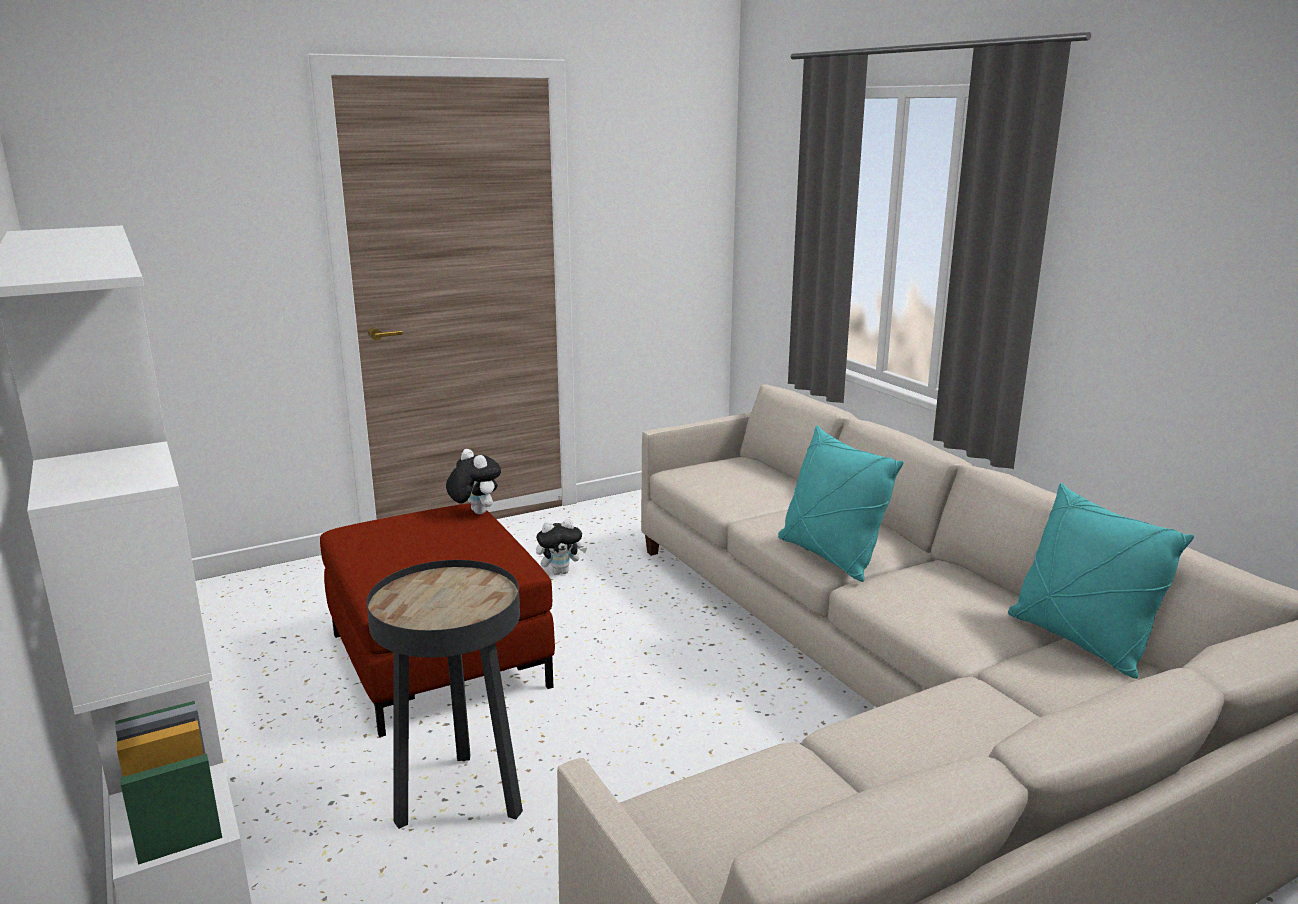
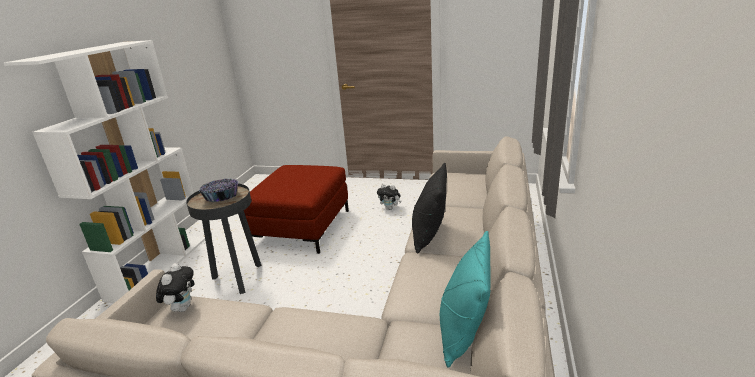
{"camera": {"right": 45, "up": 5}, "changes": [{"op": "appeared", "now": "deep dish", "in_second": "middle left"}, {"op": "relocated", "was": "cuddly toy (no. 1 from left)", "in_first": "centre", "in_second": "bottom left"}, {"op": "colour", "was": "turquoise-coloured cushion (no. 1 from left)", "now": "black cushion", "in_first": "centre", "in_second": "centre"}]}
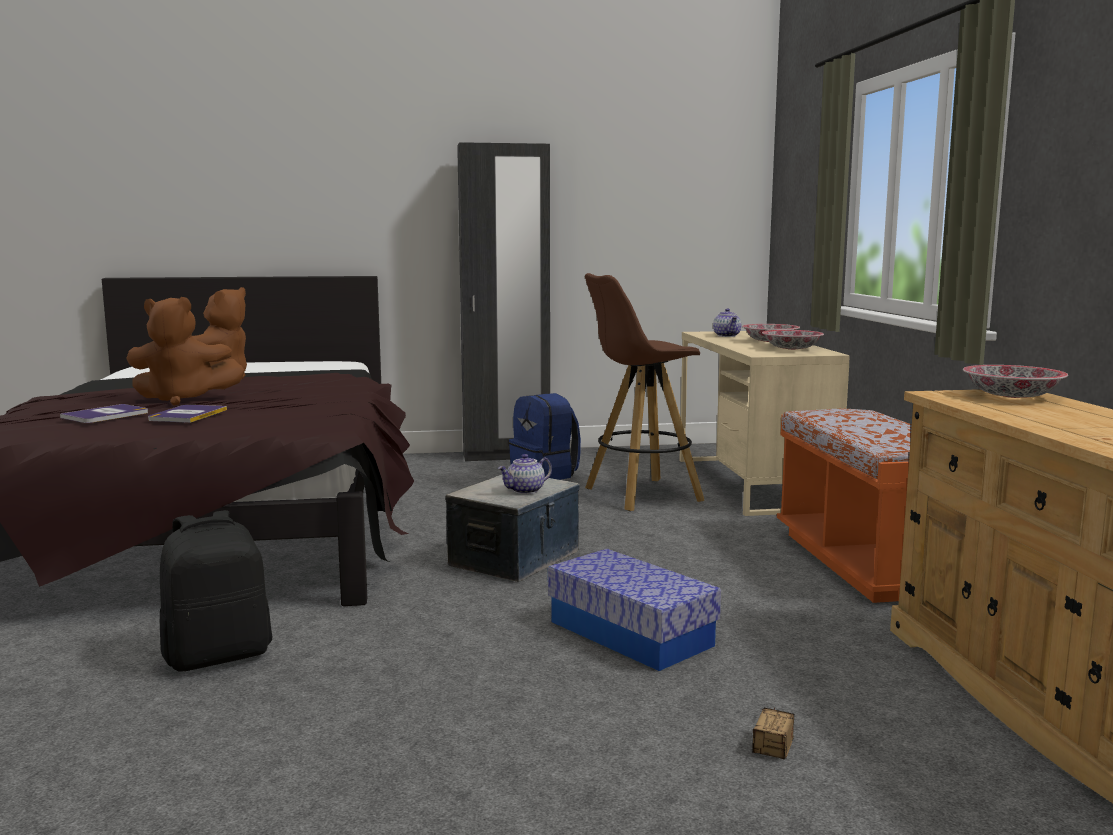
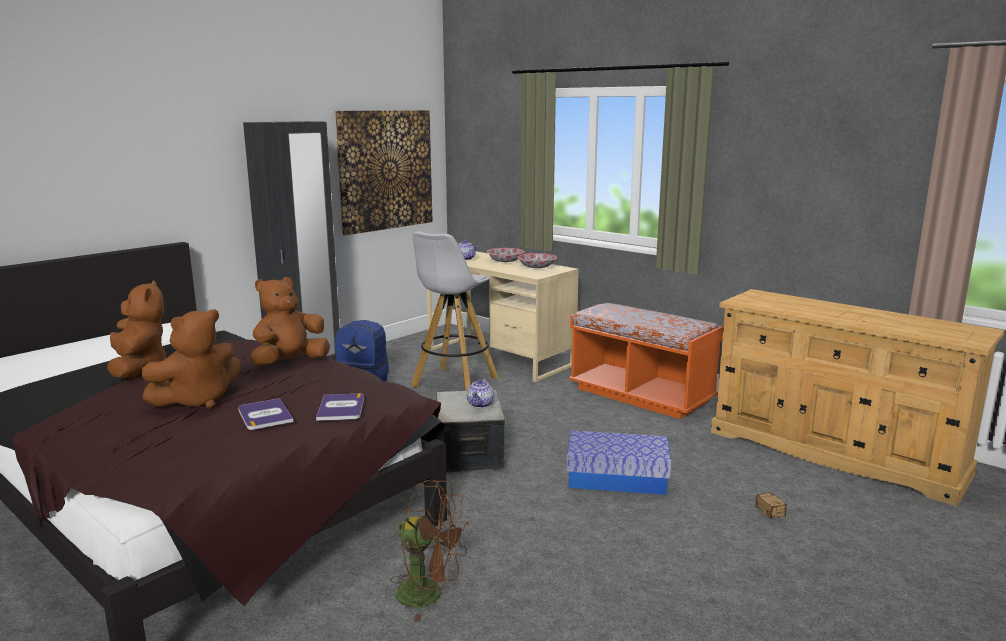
{"camera": {"right": -40, "up": 5}, "changes": [{"op": "missing", "was": "deep dish (no. 3 from left)", "in_first": "middle right"}, {"op": "appeared", "now": "brownish cuddly toy (no. 3 from left)", "in_second": "middle left"}, {"op": "appeared", "now": "picture", "in_second": "top centre"}, {"op": "relocated", "was": "volume (no. 1 from left in the first image)", "now": "volume (no. 2 from left)", "in_first": "middle left", "in_second": "centre"}, {"op": "exchanged", "was": "black rucksack", "now": "brownish cooling fan", "in_first": "bottom left", "in_second": "bottom centre"}, {"op": "colour", "was": "brownish stool seat", "now": "whitish stool seat", "in_first": "centre", "in_second": "centre"}]}
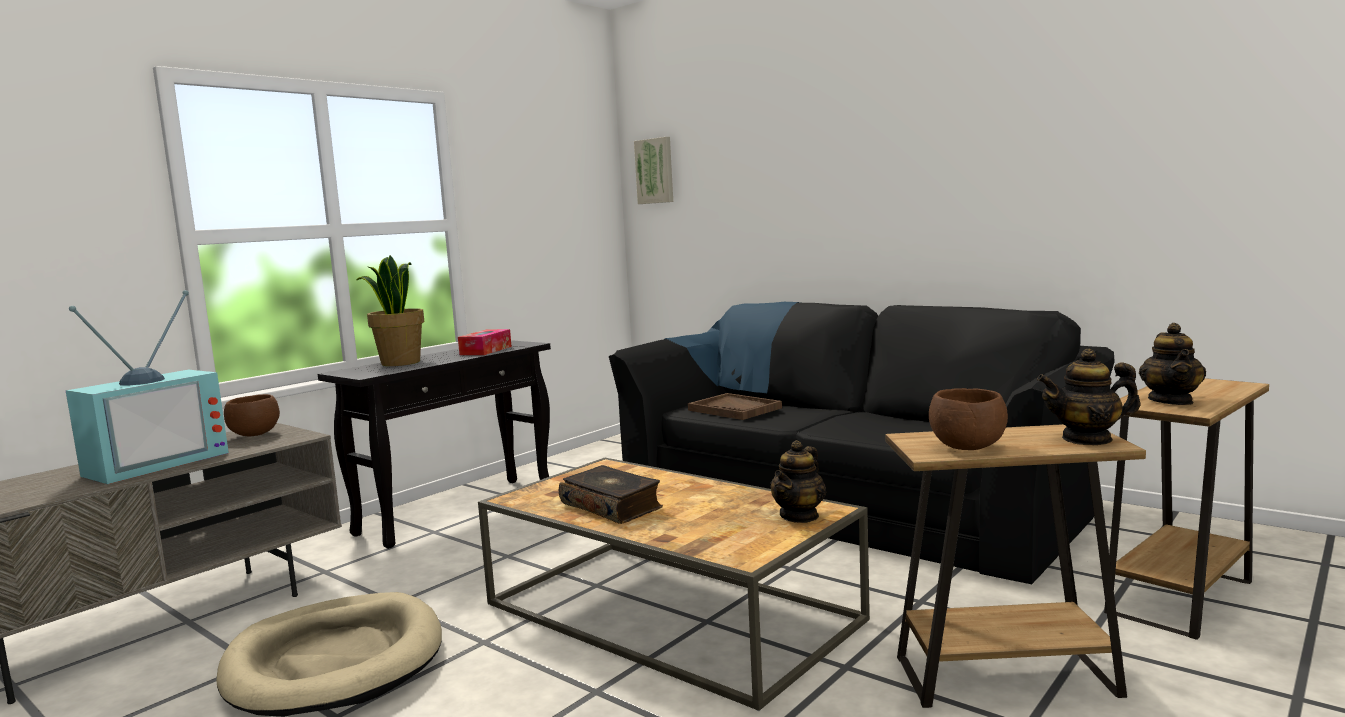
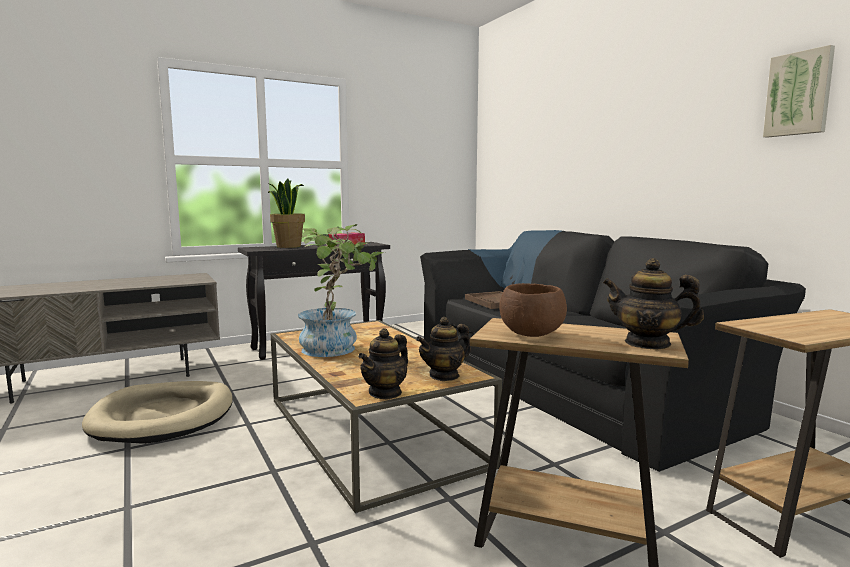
{"camera": {"right": 20, "up": 0}, "changes": [{"op": "missing", "was": "TV set", "in_first": "middle left"}, {"op": "missing", "was": "brownish deep dish (no. 1 from left)", "in_first": "middle left"}, {"op": "relocated", "was": "picture", "in_first": "top centre", "in_second": "top right"}, {"op": "relocated", "was": "teapot (no. 3 from left in the first image)", "now": "teapot (no. 1 from left)", "in_first": "middle right", "in_second": "centre"}, {"op": "exchanged", "was": "volume", "now": "potted plant (no. 2 from left)", "in_first": "bottom centre", "in_second": "centre"}]}
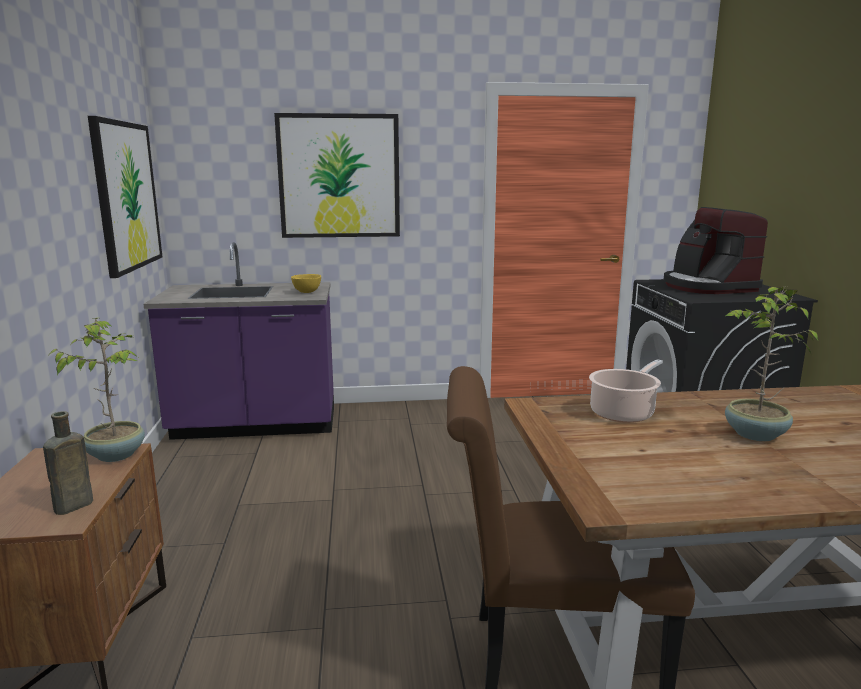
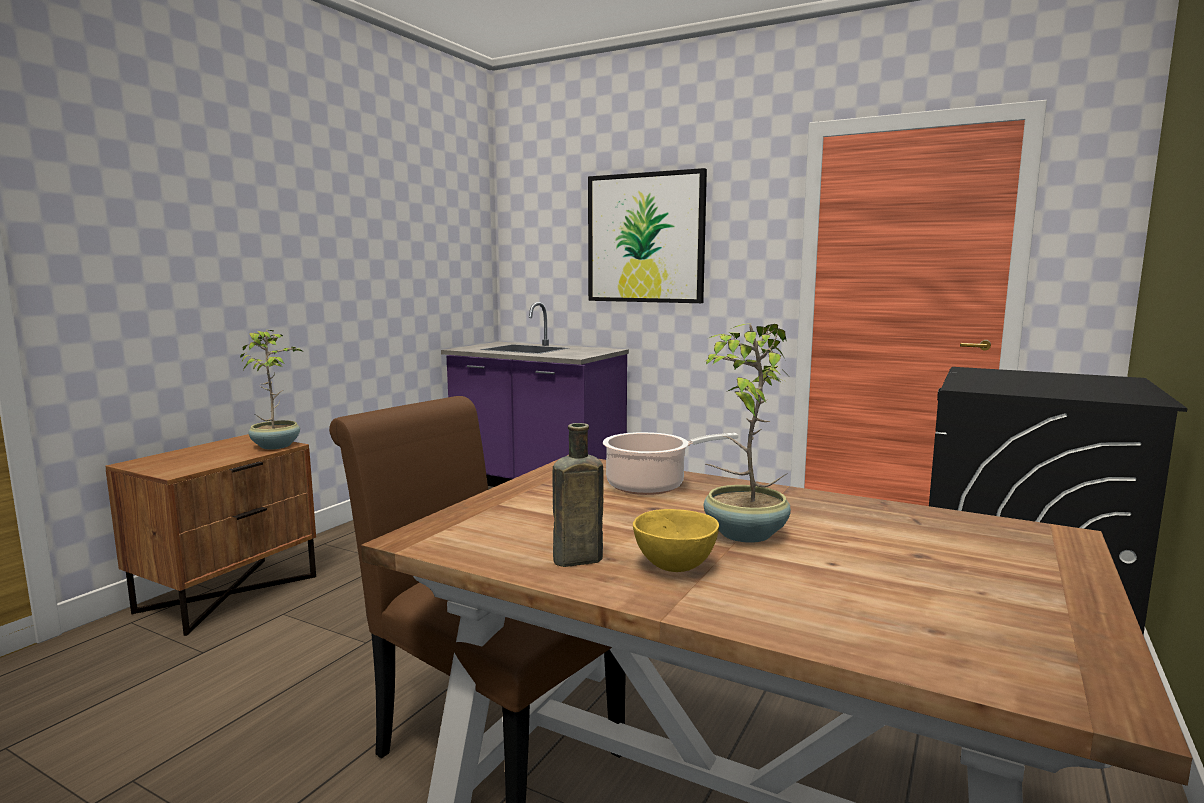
{"camera": {"right": 35, "up": -5}, "changes": [{"op": "missing", "was": "picture (no. 1 from left)", "in_first": "top left"}, {"op": "missing", "was": "coffee maker", "in_first": "middle right"}, {"op": "relocated", "was": "brownish drink bottle", "in_first": "bottom left", "in_second": "centre"}, {"op": "relocated", "was": "yellowish deep dish", "in_first": "centre", "in_second": "bottom centre"}]}
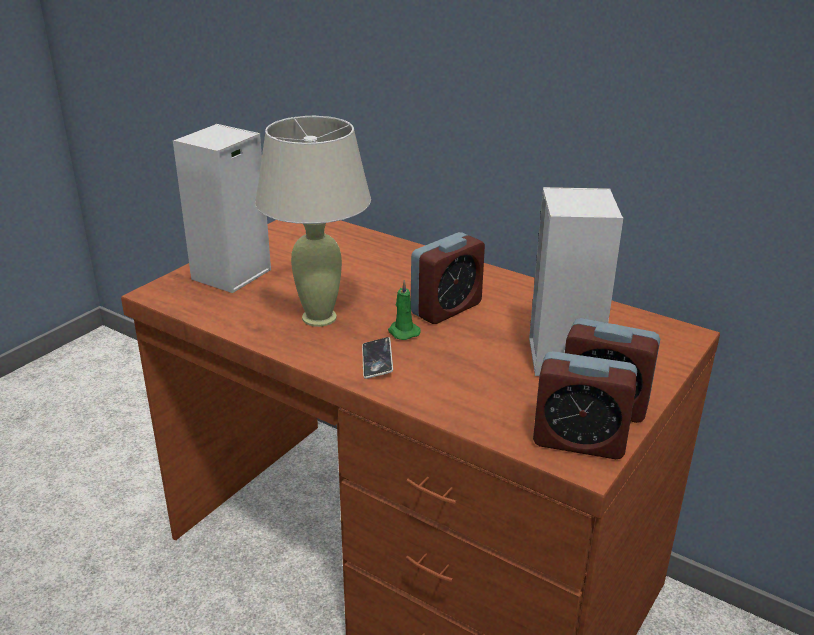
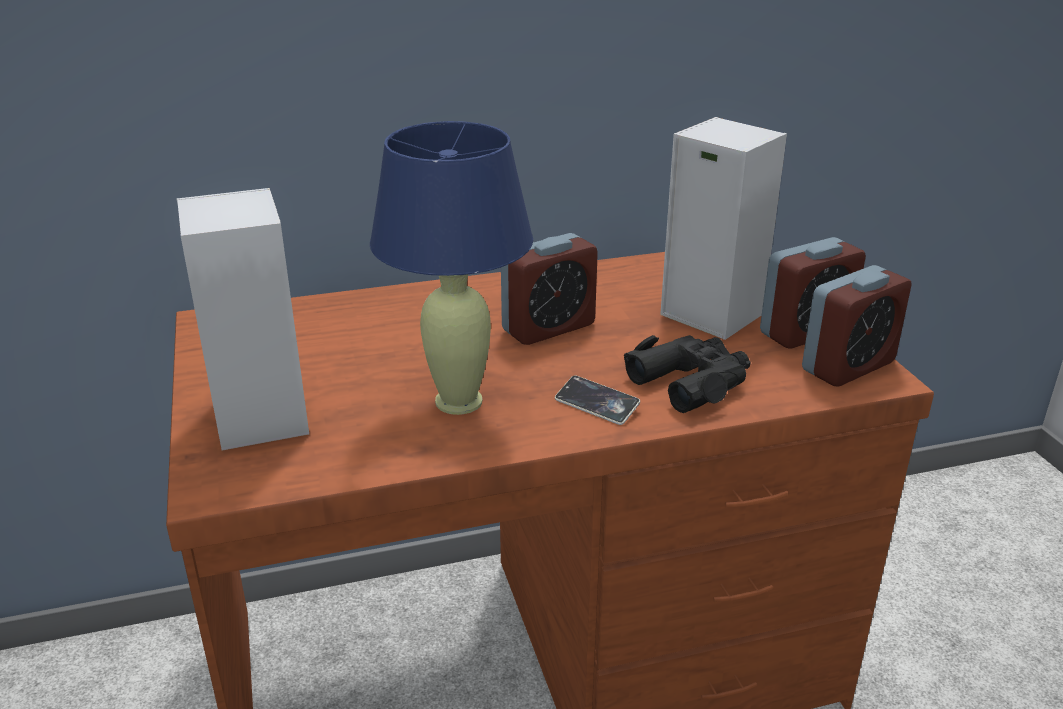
{"camera": {"right": -50, "up": 0}, "changes": [{"op": "missing", "was": "greenish wax light", "in_first": "centre"}, {"op": "appeared", "now": "black pair of binoculars", "in_second": "centre"}, {"op": "colour", "was": "beige-coloured tabletop lamp", "now": "blue tabletop lamp", "in_first": "centre", "in_second": "centre"}, {"op": "spun", "was": "table clock (no. 1 from left)", "in_first": "centre", "in_second": "centre", "clockwise": 60}]}
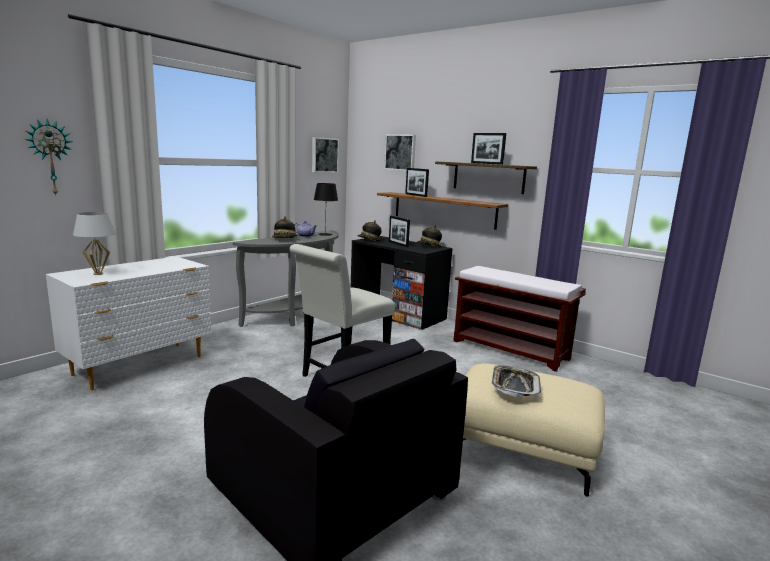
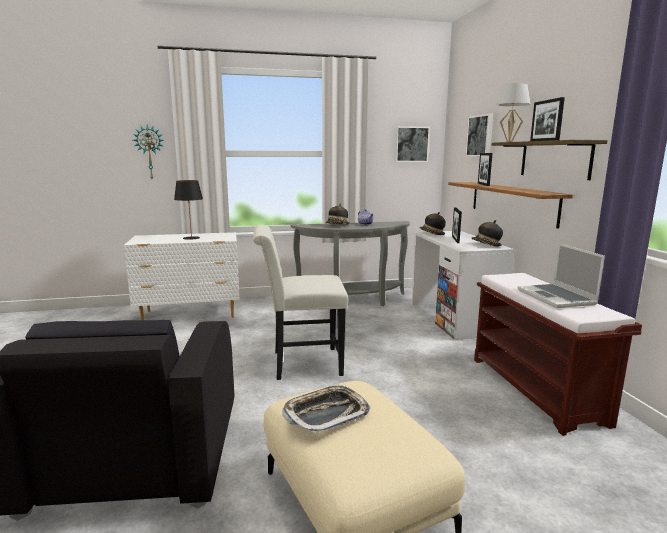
{"camera": {"right": 40, "up": 0}, "changes": [{"op": "appeared", "now": "notebook computer", "in_second": "middle right"}, {"op": "relocated", "was": "whitish tabletop lamp", "in_first": "middle left", "in_second": "top right"}, {"op": "relocated", "was": "black tabletop lamp", "in_first": "centre", "in_second": "middle left"}, {"op": "colour", "was": "black desk table", "now": "whitish desk table", "in_first": "centre", "in_second": "middle right"}]}
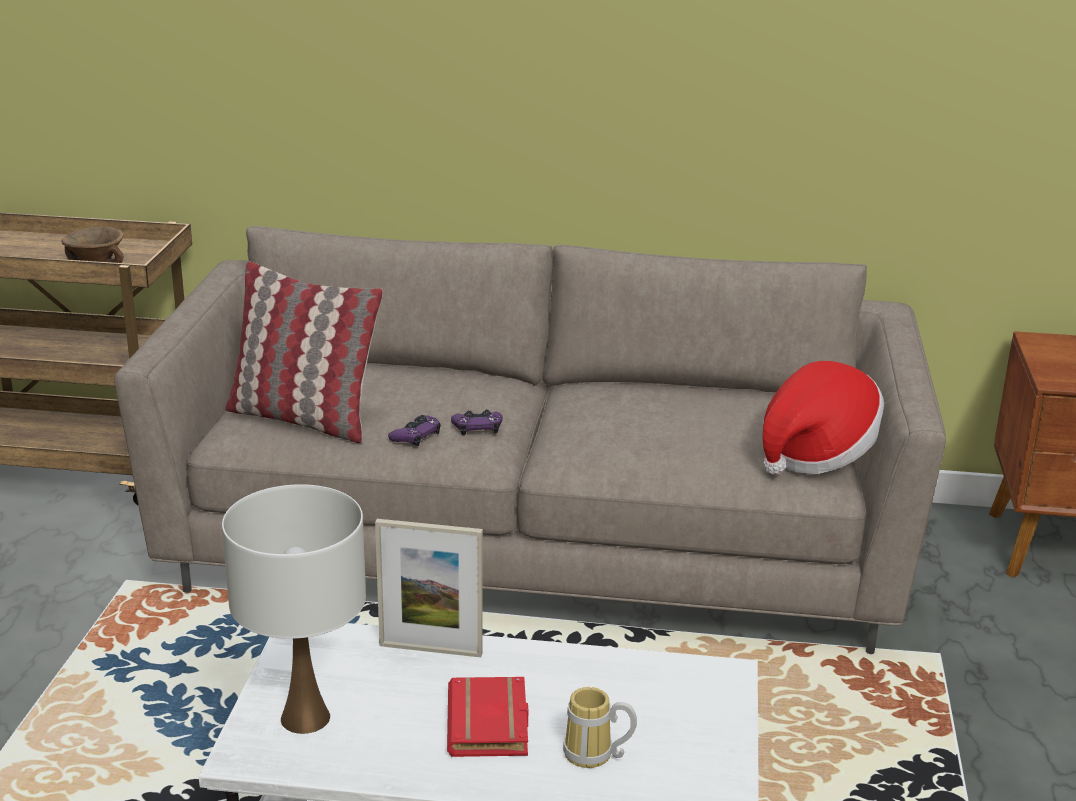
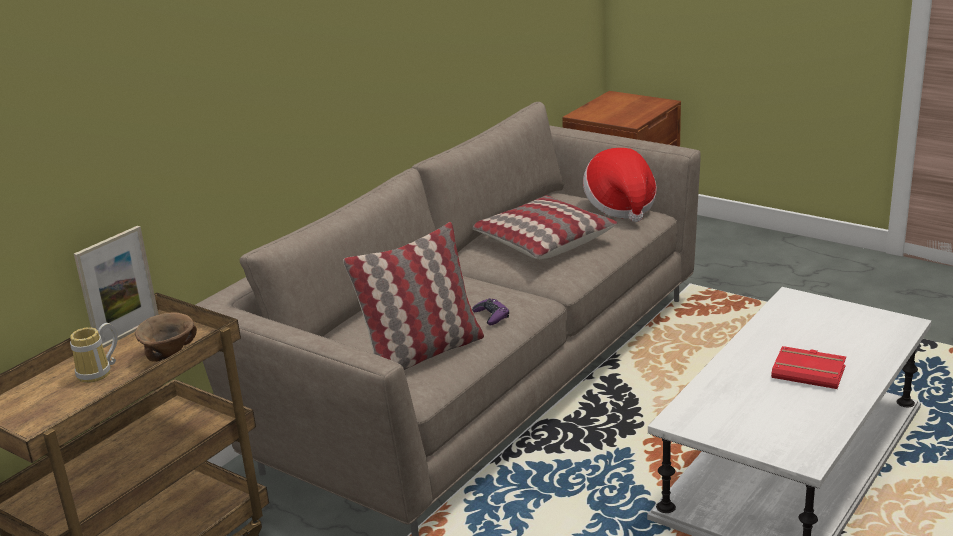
{"camera": {"right": -60, "up": 0}, "changes": [{"op": "missing", "was": "whitish tabletop lamp", "in_first": "bottom left"}, {"op": "missing", "was": "purplish game controller (no. 2 from left)", "in_first": "centre"}, {"op": "appeared", "now": "cushion (no. 2 from left)", "in_second": "centre"}, {"op": "relocated", "was": "picture frame", "in_first": "bottom centre", "in_second": "middle left"}, {"op": "relocated", "was": "coffee mug", "in_first": "bottom centre", "in_second": "middle left"}]}
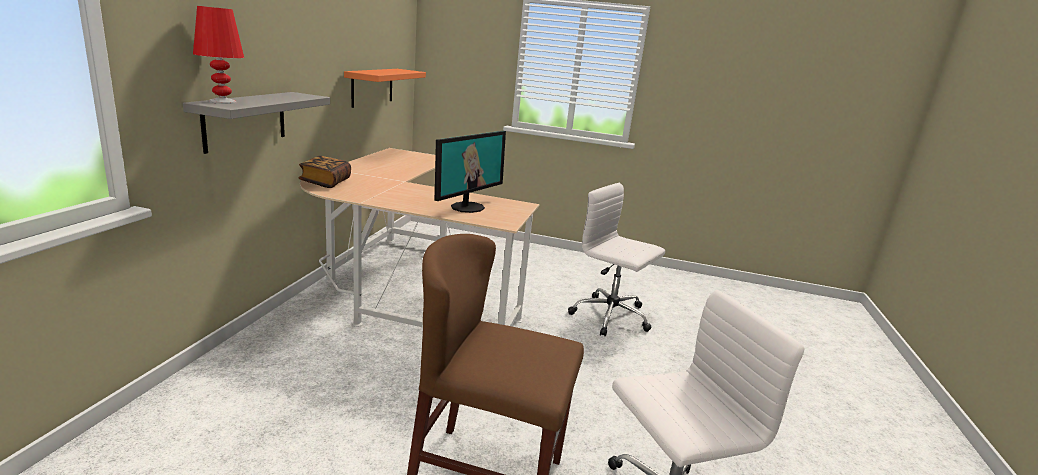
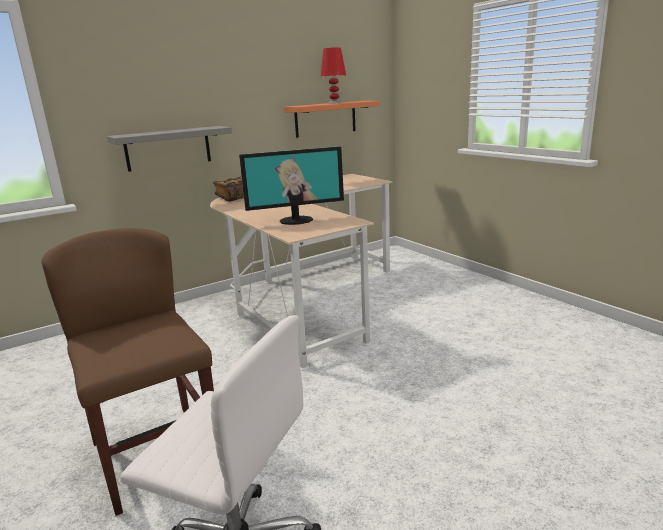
{"camera": {"right": 45, "up": 0}, "changes": [{"op": "missing", "was": "whitish office chair (no. 1 from left)", "in_first": "centre"}, {"op": "relocated", "was": "reddish tabletop lamp", "in_first": "top left", "in_second": "top centre"}]}
